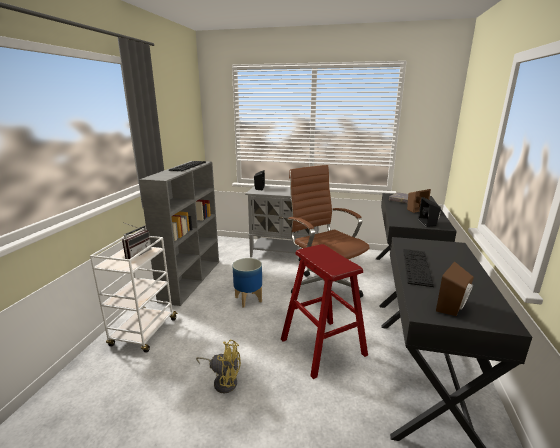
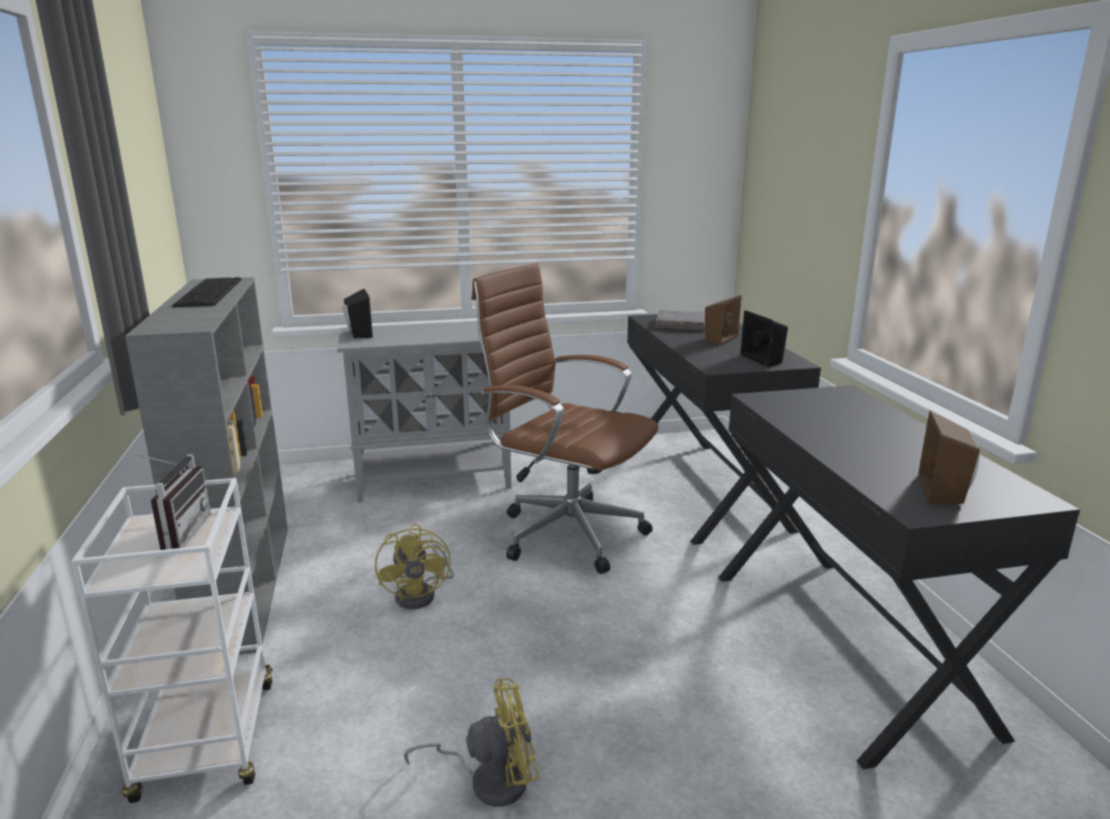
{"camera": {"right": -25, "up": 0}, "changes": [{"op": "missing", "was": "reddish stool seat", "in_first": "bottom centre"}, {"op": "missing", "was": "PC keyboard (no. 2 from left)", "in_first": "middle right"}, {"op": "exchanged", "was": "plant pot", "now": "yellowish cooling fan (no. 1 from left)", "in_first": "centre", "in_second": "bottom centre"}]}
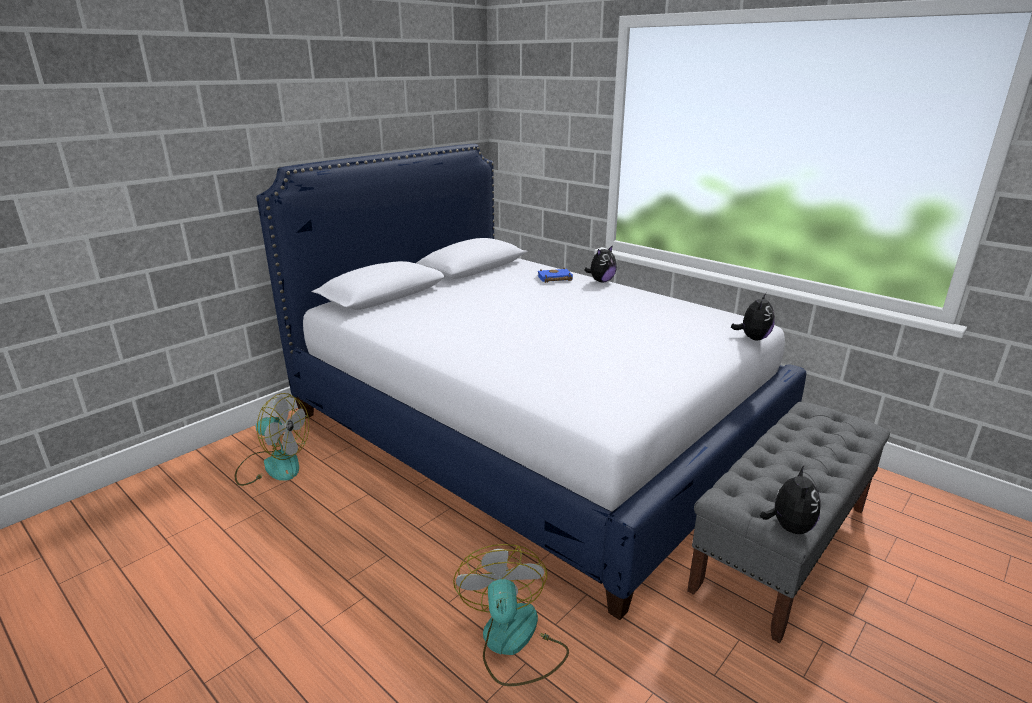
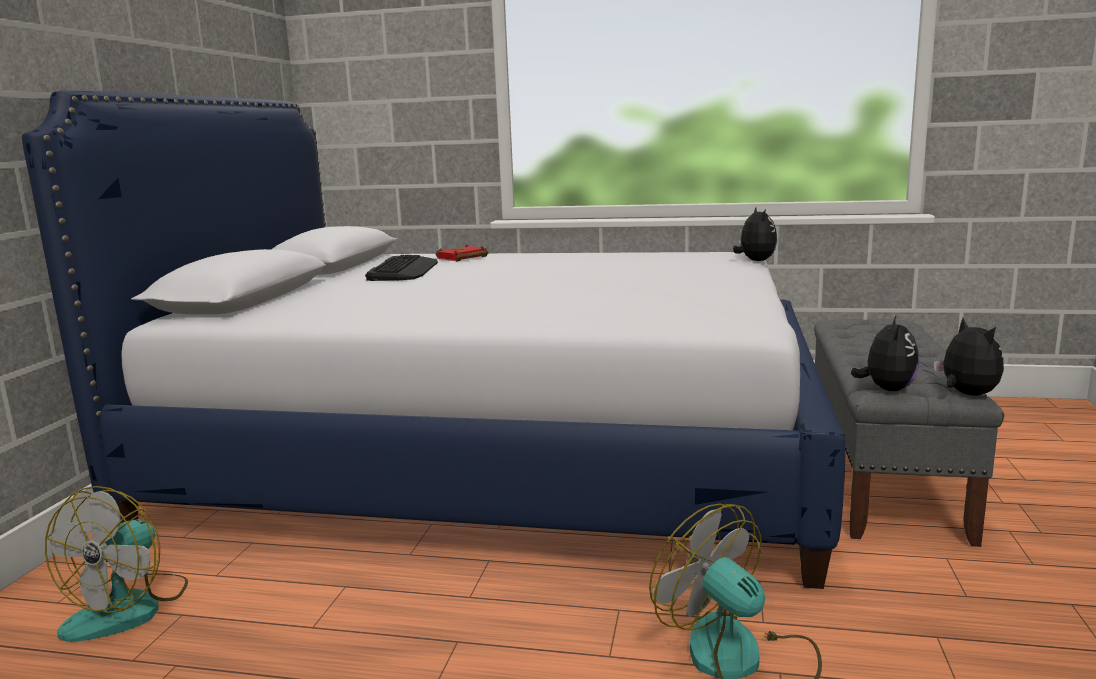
{"camera": {"right": -30, "up": -10}, "changes": [{"op": "appeared", "now": "PC keyboard", "in_second": "centre"}, {"op": "relocated", "was": "cuddly toy (no. 1 from left in the first image)", "now": "cuddly toy (no. 2 from left)", "in_first": "centre", "in_second": "middle right"}, {"op": "colour", "was": "blue volume", "now": "reddish volume", "in_first": "centre", "in_second": "centre"}, {"op": "spun", "was": "cooling fan (no. 1 from left)", "in_first": "middle left", "in_second": "bottom left", "clockwise": 120}]}
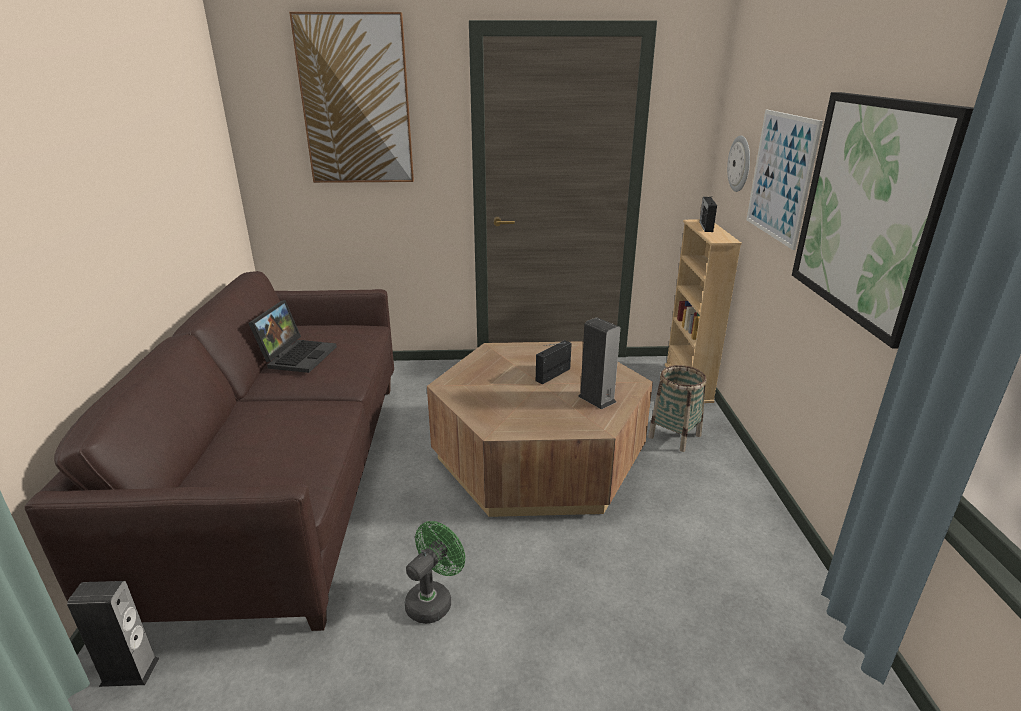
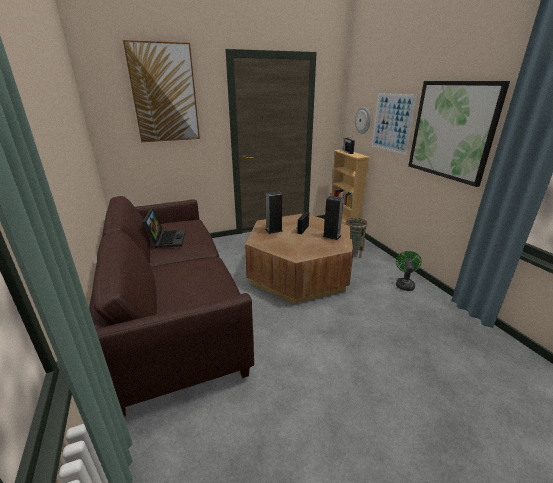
{"camera": {"right": -20, "up": 0}, "changes": [{"op": "relocated", "was": "audio speaker (no. 1 from left)", "in_first": "bottom left", "in_second": "centre"}, {"op": "relocated", "was": "greenish cooling fan", "in_first": "bottom centre", "in_second": "middle right"}]}
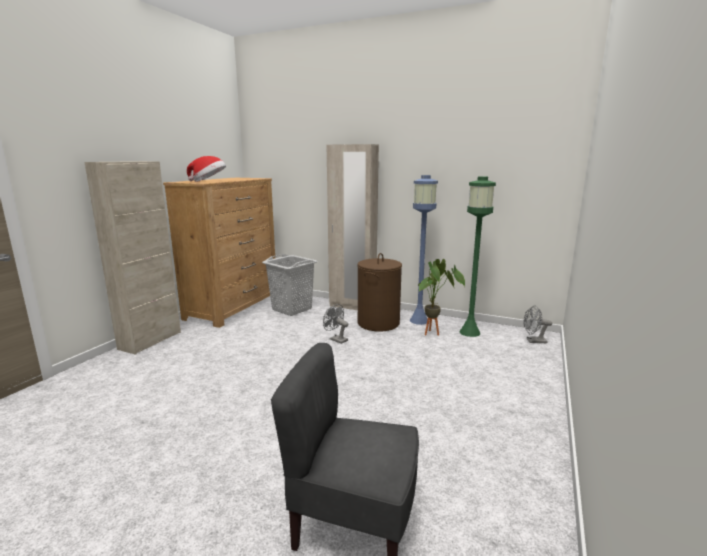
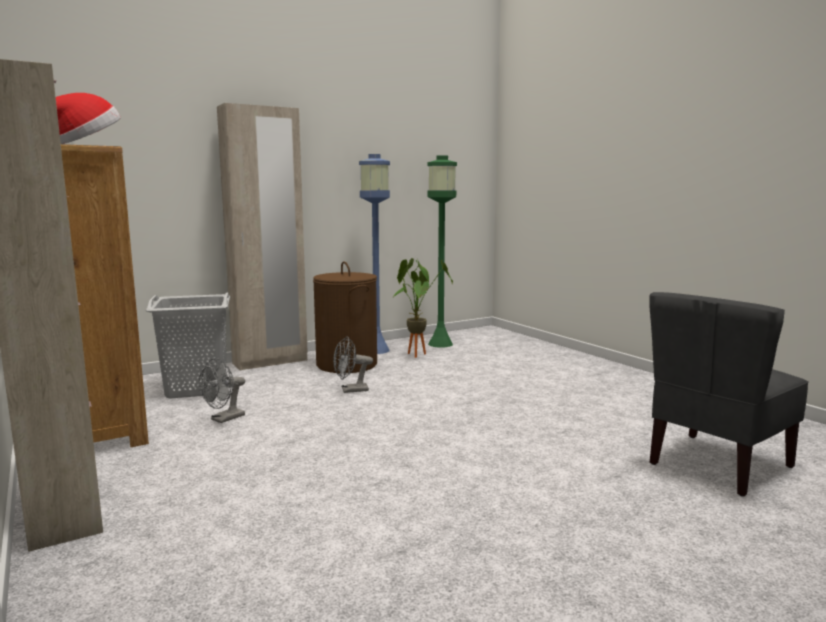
{"camera": {"right": -55, "up": -5}, "changes": [{"op": "relocated", "was": "grey cooling fan (no. 2 from left in the first image)", "now": "grey cooling fan (no. 1 from left)", "in_first": "middle right", "in_second": "middle left"}]}
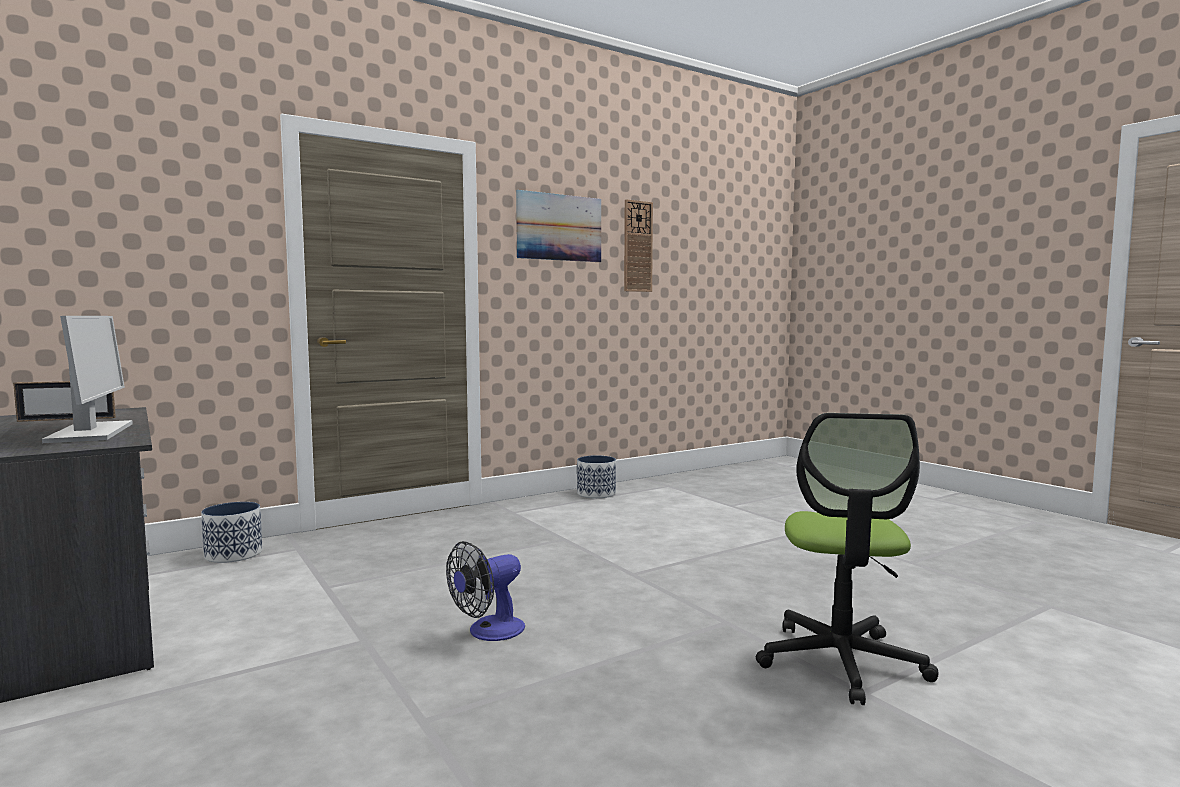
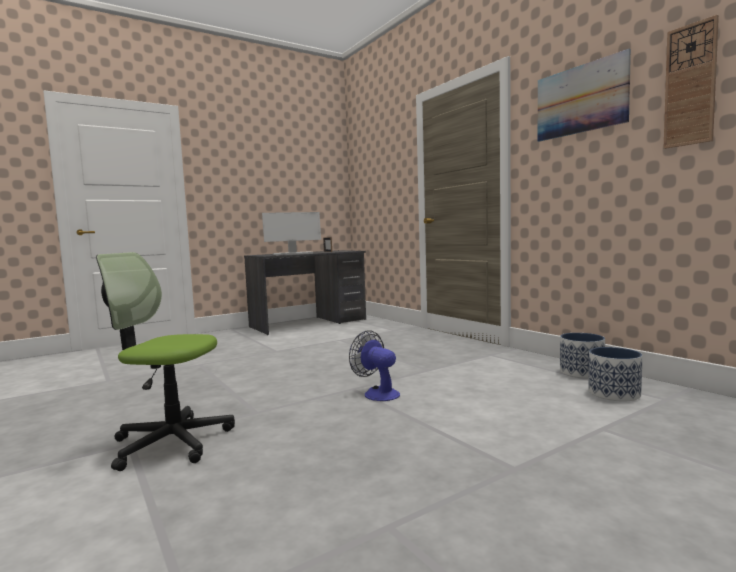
{"camera": {"right": 90, "up": 0}, "changes": [{"op": "relocated", "was": "plant pot (no. 1 from left in the first image)", "now": "plant pot (no. 2 from left)", "in_first": "bottom left", "in_second": "middle right"}, {"op": "relocated", "was": "cooling fan", "in_first": "bottom centre", "in_second": "centre"}]}
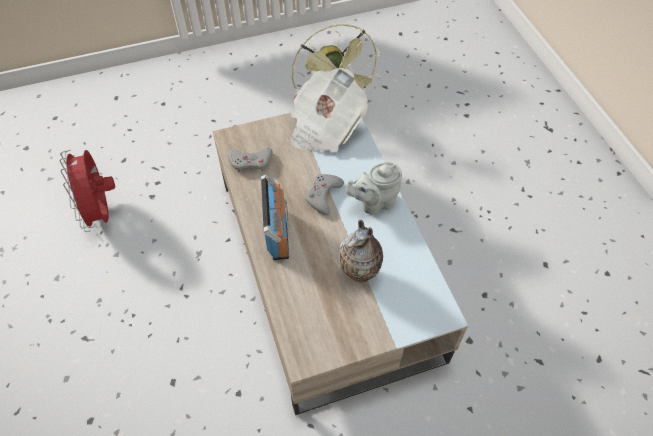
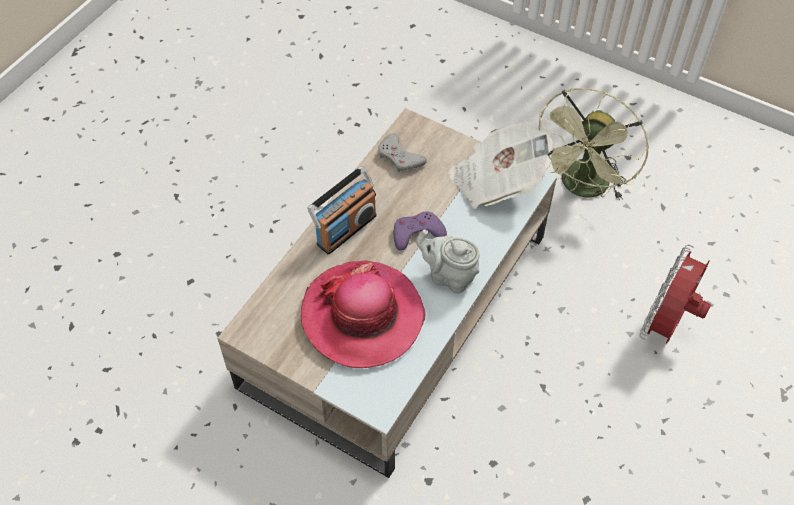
{"camera": {"right": 50, "up": 0}, "changes": [{"op": "relocated", "was": "reddish cooling fan", "in_first": "middle left", "in_second": "middle right"}, {"op": "exchanged", "was": "vase", "now": "clothing hat", "in_first": "centre", "in_second": "centre"}, {"op": "colour", "was": "grey game controller (no. 2 from left)", "now": "purplish game controller", "in_first": "centre", "in_second": "centre"}]}
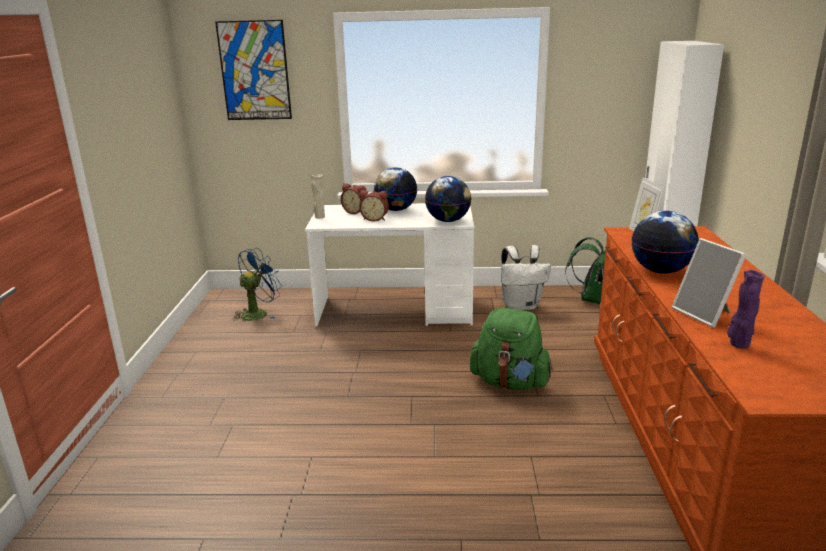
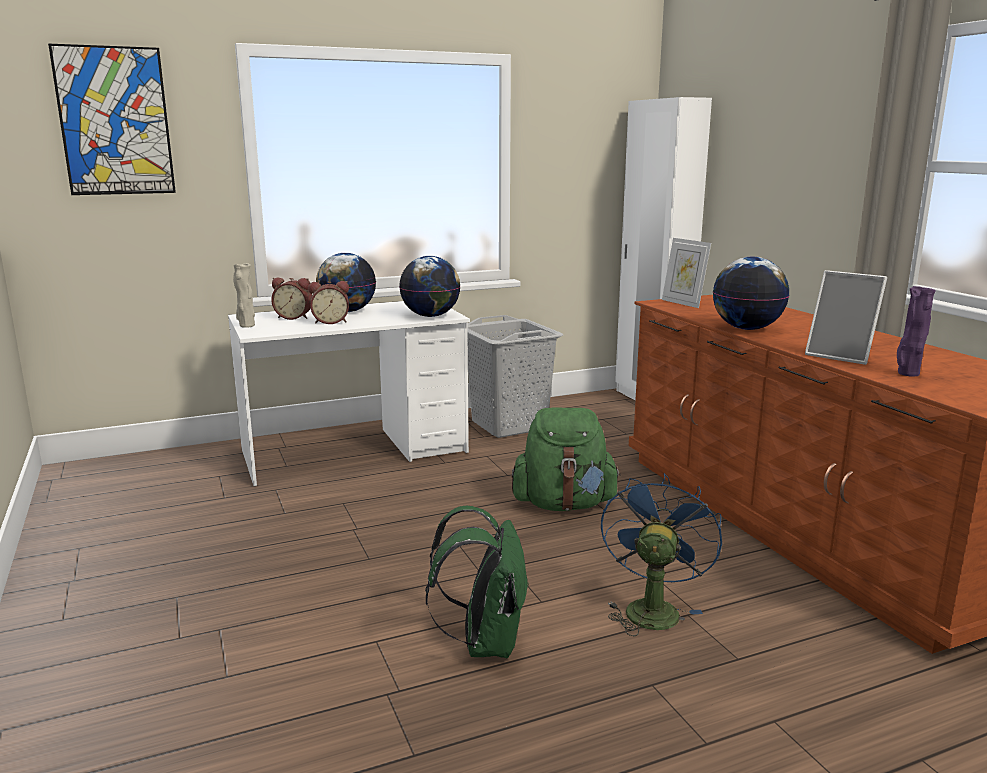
{"camera": {"right": -25, "up": -5}, "changes": [{"op": "relocated", "was": "blue cooling fan", "in_first": "middle left", "in_second": "bottom right"}, {"op": "relocated", "was": "greenish rucksack (no. 2 from left in the first image)", "now": "greenish rucksack (no. 1 from left)", "in_first": "middle right", "in_second": "bottom centre"}, {"op": "exchanged", "was": "whitish rucksack", "now": "grey washing basket", "in_first": "centre", "in_second": "centre"}]}
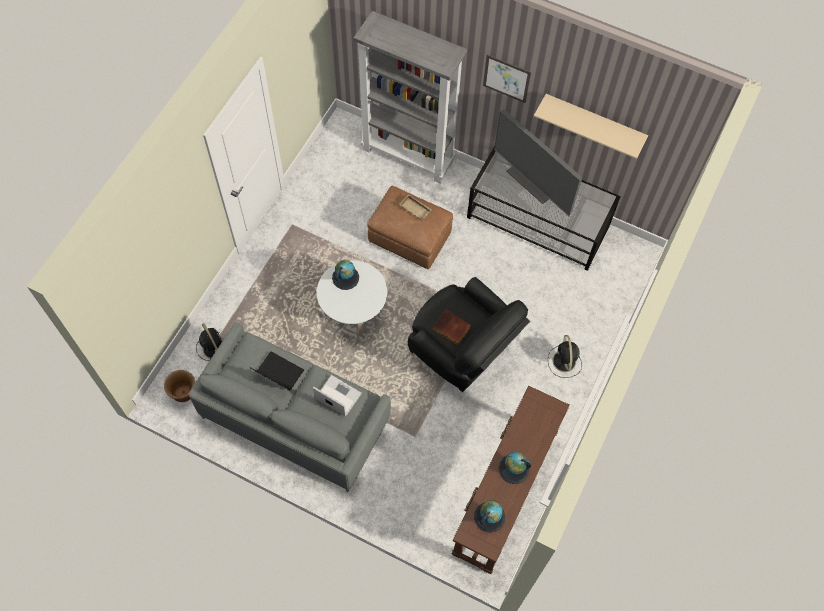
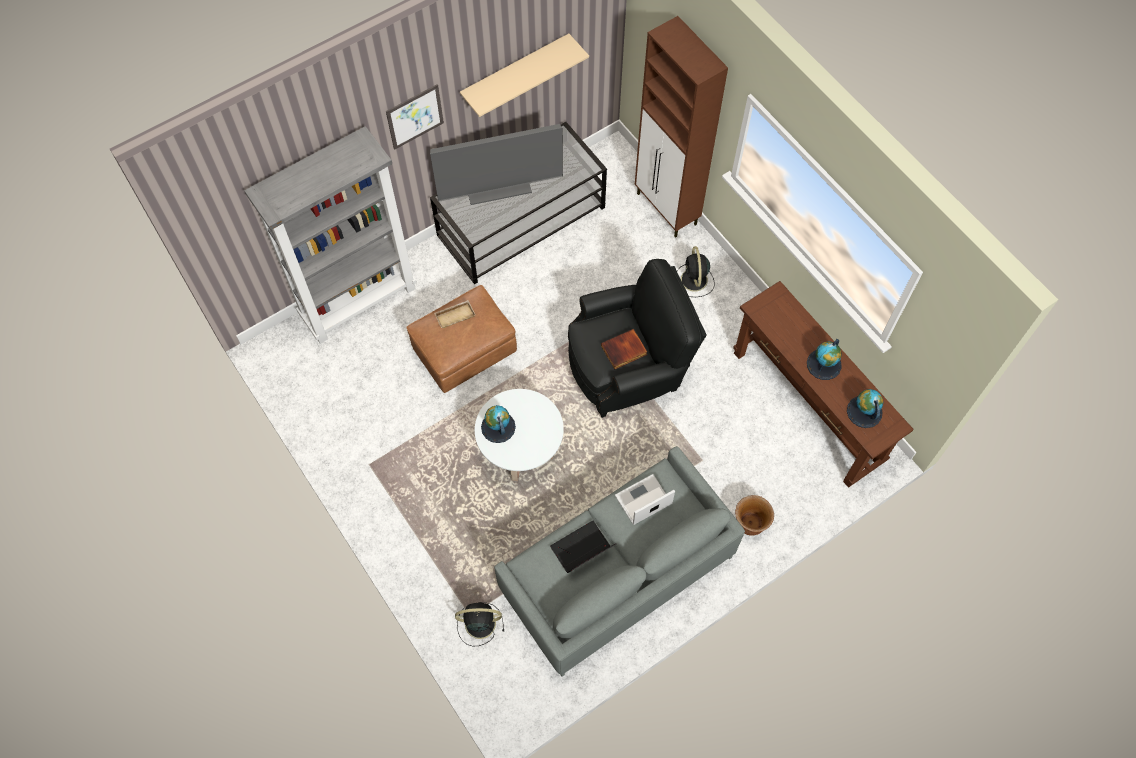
{"camera": {"right": -60, "up": 0}, "changes": [{"op": "appeared", "now": "brownish cabinet", "in_second": "top centre"}, {"op": "relocated", "was": "brownish plant pot", "in_first": "middle left", "in_second": "bottom centre"}, {"op": "spun", "was": "black cooling fan (no. 2 from left)", "in_first": "middle right", "in_second": "centre", "clockwise": 60}]}
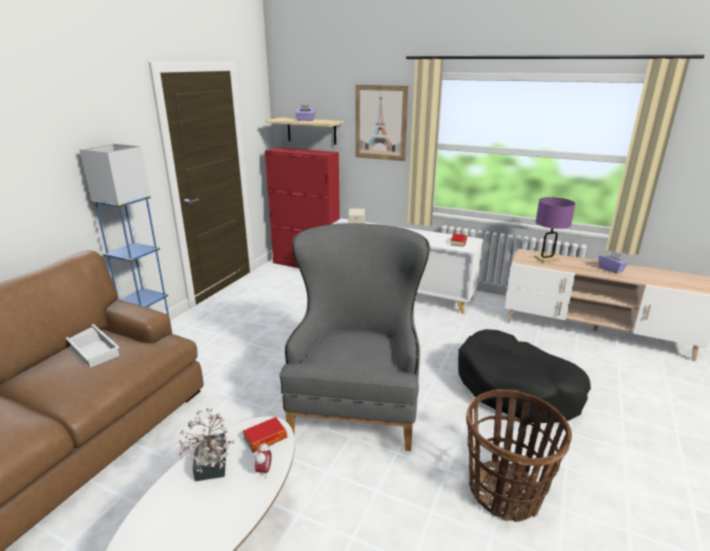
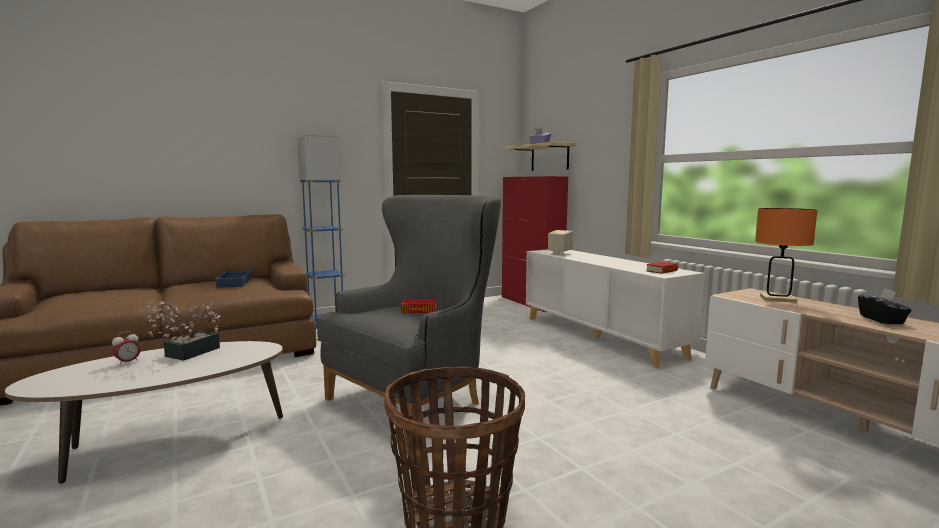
{"camera": {"right": 35, "up": -15}, "changes": [{"op": "missing", "was": "picture", "in_first": "top centre"}, {"op": "missing", "was": "black pet bed", "in_first": "bottom right"}, {"op": "relocated", "was": "volume (no. 1 from left)", "in_first": "bottom centre", "in_second": "centre"}, {"op": "relocated", "was": "table clock", "in_first": "bottom centre", "in_second": "middle left"}, {"op": "colour", "was": "whitish carrying tray", "now": "blue carrying tray", "in_first": "middle left", "in_second": "middle left"}, {"op": "colour", "was": "purplish tabletop lamp", "now": "orange tabletop lamp", "in_first": "middle right", "in_second": "middle right"}, {"op": "colour", "was": "purplish tissue holder (no. 2 from left)", "now": "black tissue holder", "in_first": "middle right", "in_second": "middle right"}]}
